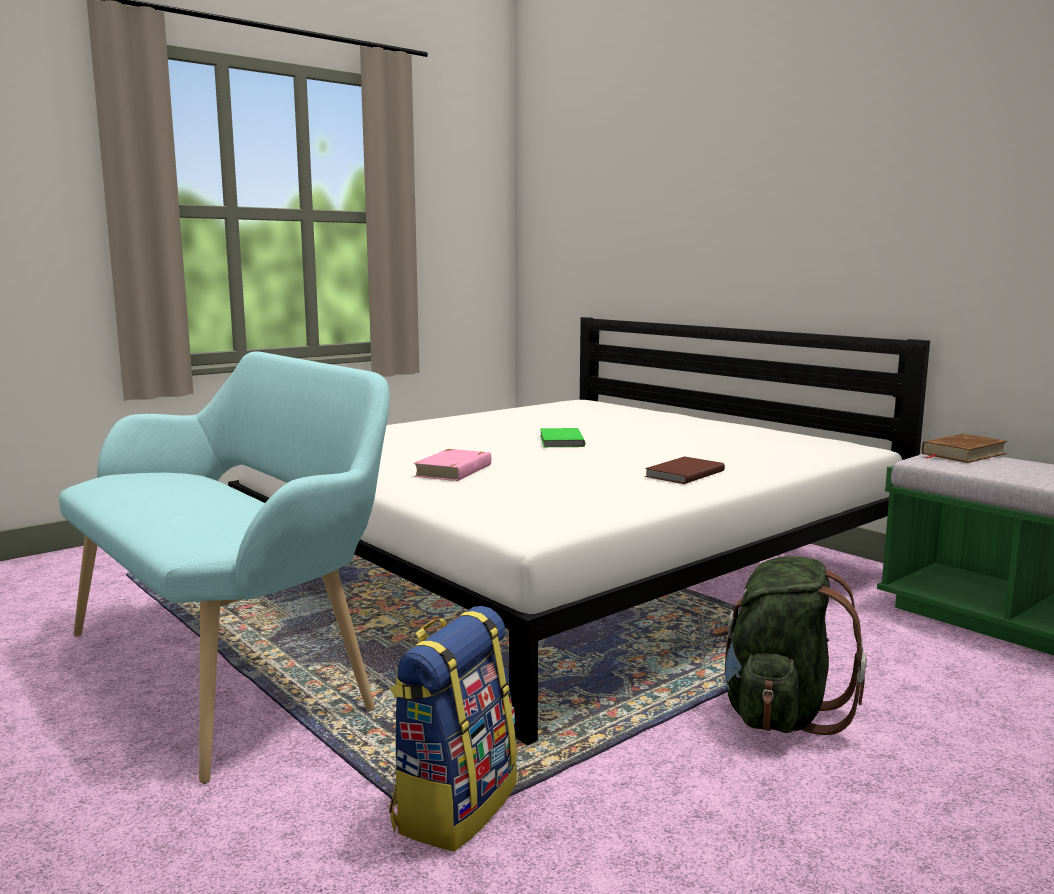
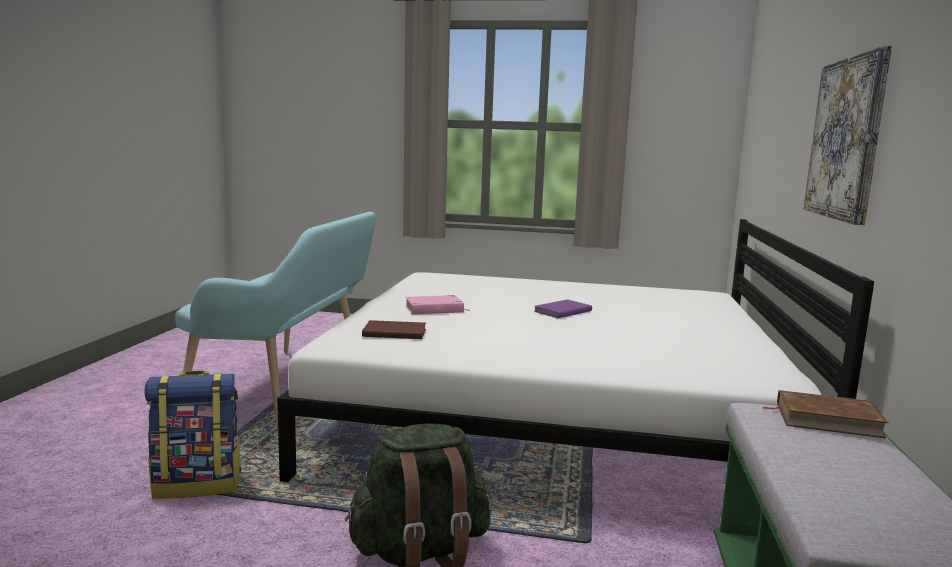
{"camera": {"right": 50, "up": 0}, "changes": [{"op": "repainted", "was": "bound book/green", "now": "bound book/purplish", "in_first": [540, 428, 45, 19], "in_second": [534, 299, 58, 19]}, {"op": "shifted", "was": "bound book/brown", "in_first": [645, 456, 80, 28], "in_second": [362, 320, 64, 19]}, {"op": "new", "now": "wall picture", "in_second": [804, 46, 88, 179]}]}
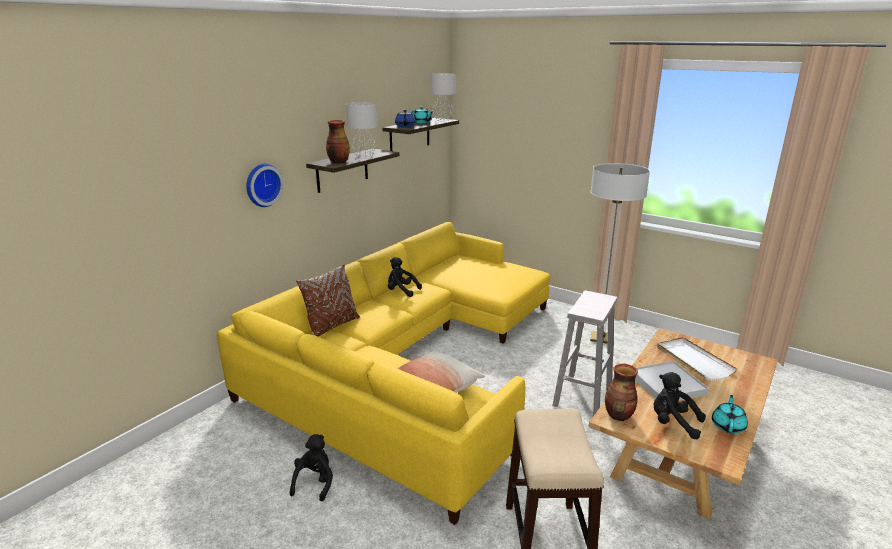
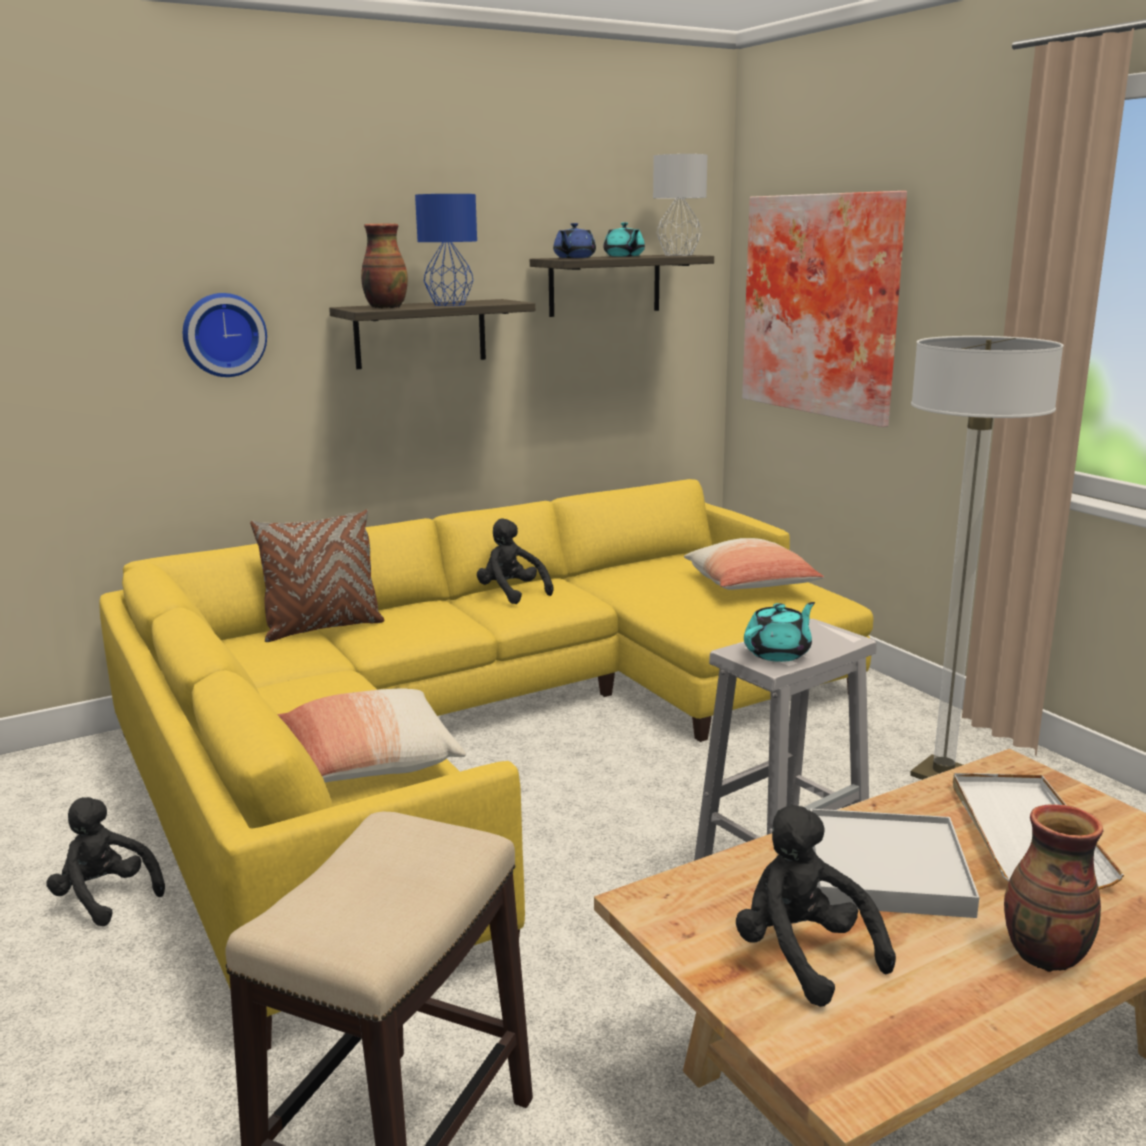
{"camera": {"right": 25, "up": -5}, "changes": [{"op": "rotated", "was": "plush toy/black", "in_first": [290, 434, 43, 68], "in_second": [46, 797, 119, 129], "clockwise": -90}, {"op": "repainted", "was": "table lamp/greyish", "now": "table lamp/bluish", "in_first": [346, 102, 32, 57], "in_second": [415, 194, 62, 112]}, {"op": "shifted", "was": "decorative vase", "in_first": [605, 364, 33, 57], "in_second": [1004, 805, 99, 167]}, {"op": "shifted", "was": "teapot/turquoise", "in_first": [712, 395, 36, 38], "in_second": [744, 602, 71, 60]}, {"op": "new", "now": "pillow", "in_second": [684, 538, 140, 52]}, {"op": "new", "now": "wall picture", "in_second": [742, 191, 165, 236]}]}
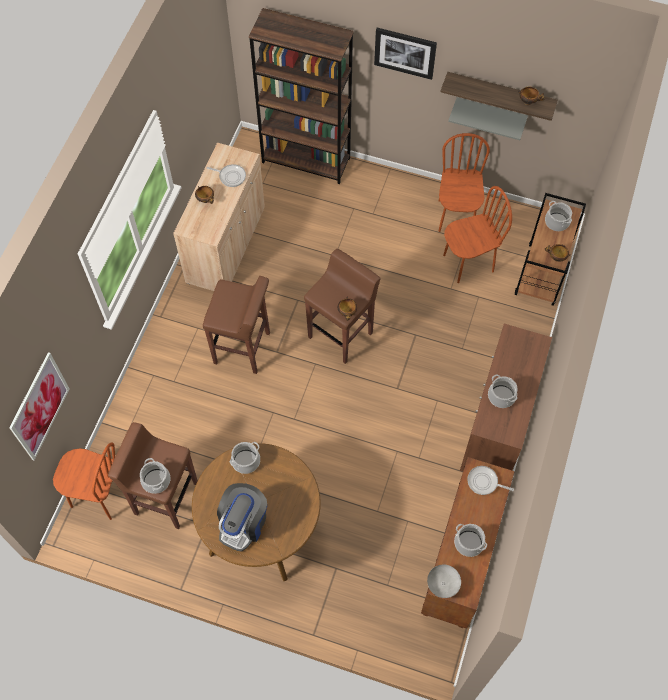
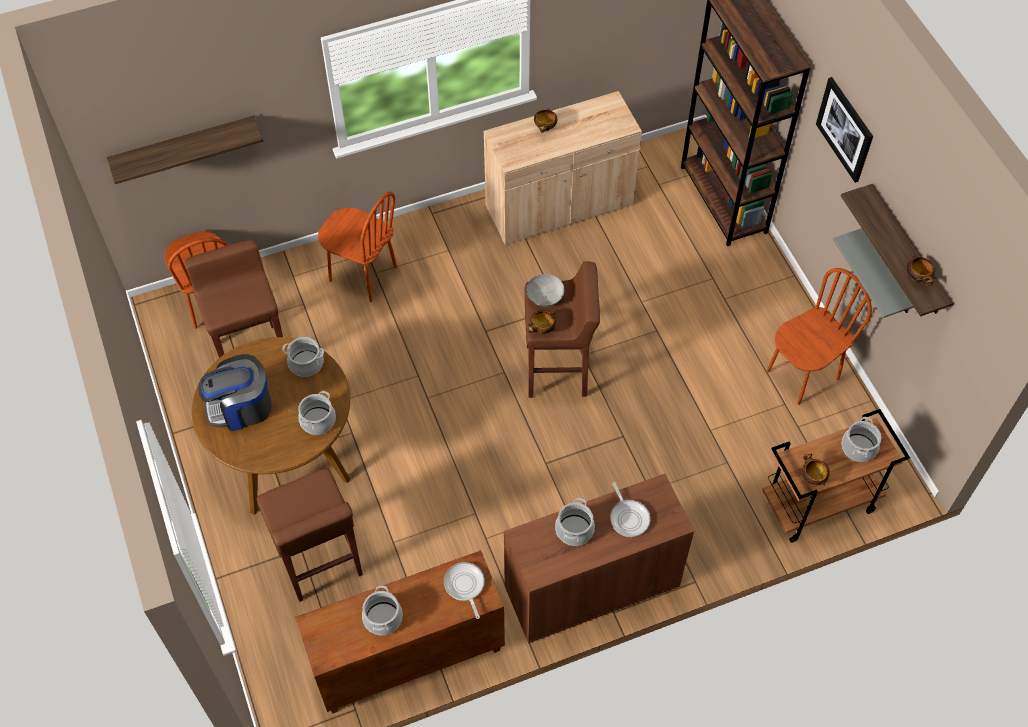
{"camera": {"right": 50, "up": -5}, "changes": [{"op": "swapped", "was": "wall picture", "now": "shelf", "in_first": [9, 352, 61, 108], "in_second": [107, 116, 156, 68]}, {"op": "shifted", "was": "stockpot", "in_first": [140, 458, 31, 36], "in_second": [298, 391, 38, 44]}, {"op": "shifted", "was": "sitting stool/brown", "in_first": [203, 276, 67, 98], "in_second": [256, 468, 107, 134]}, {"op": "shifted", "was": "skillet", "in_first": [206, 164, 40, 23], "in_second": [610, 482, 41, 55]}, {"op": "shifted", "was": "deep dish/greyish", "in_first": [427, 564, 34, 34], "in_second": [526, 274, 38, 32]}, {"op": "shifted", "was": "chair/brown", "in_first": [443, 186, 69, 97], "in_second": [318, 192, 79, 110]}]}
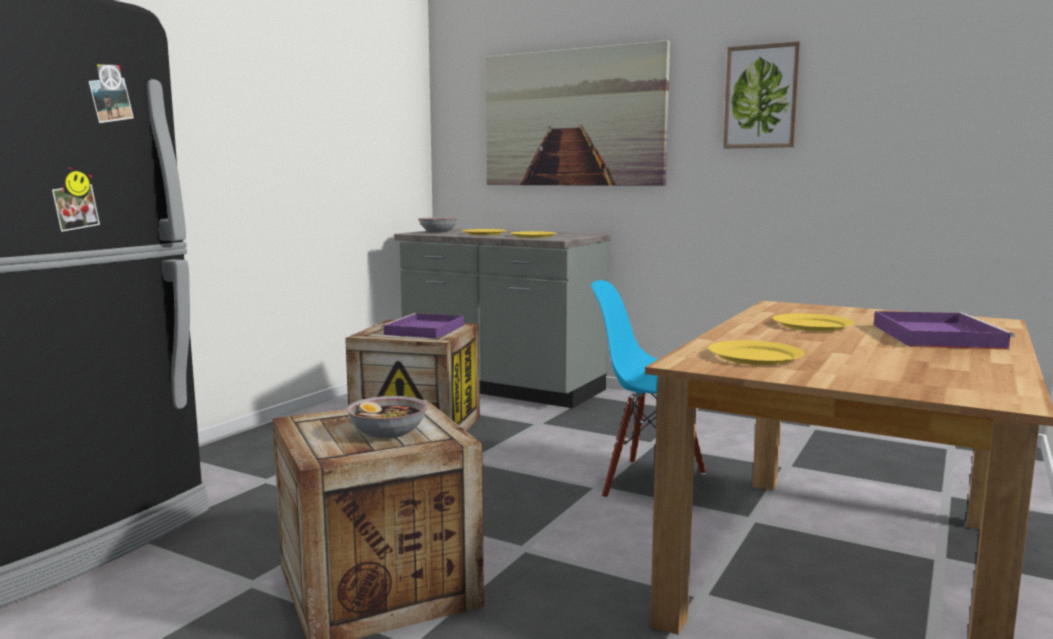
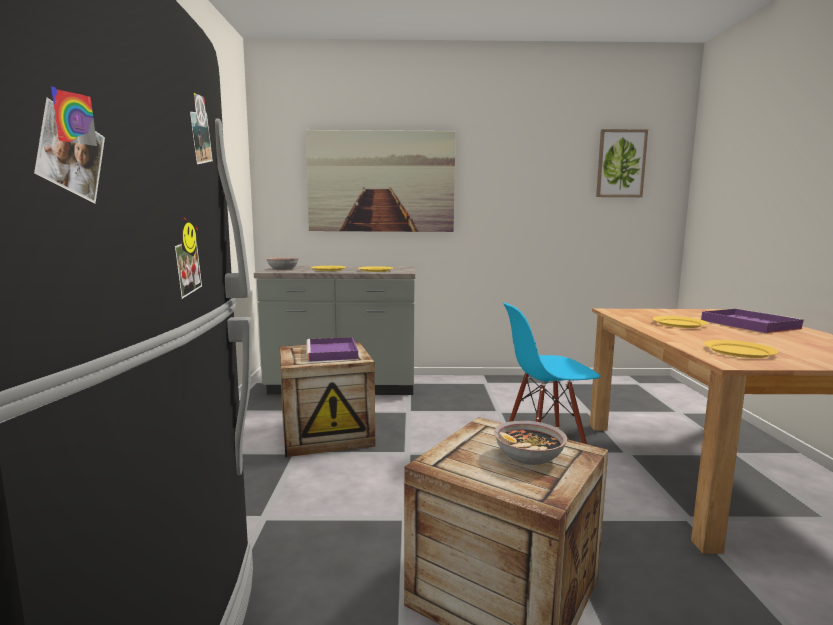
{"camera": {"right": -30, "up": 0}, "changes": [{"op": "shifted", "was": "wall picture", "in_first": [723, 41, 78, 107], "in_second": [596, 129, 52, 68]}]}
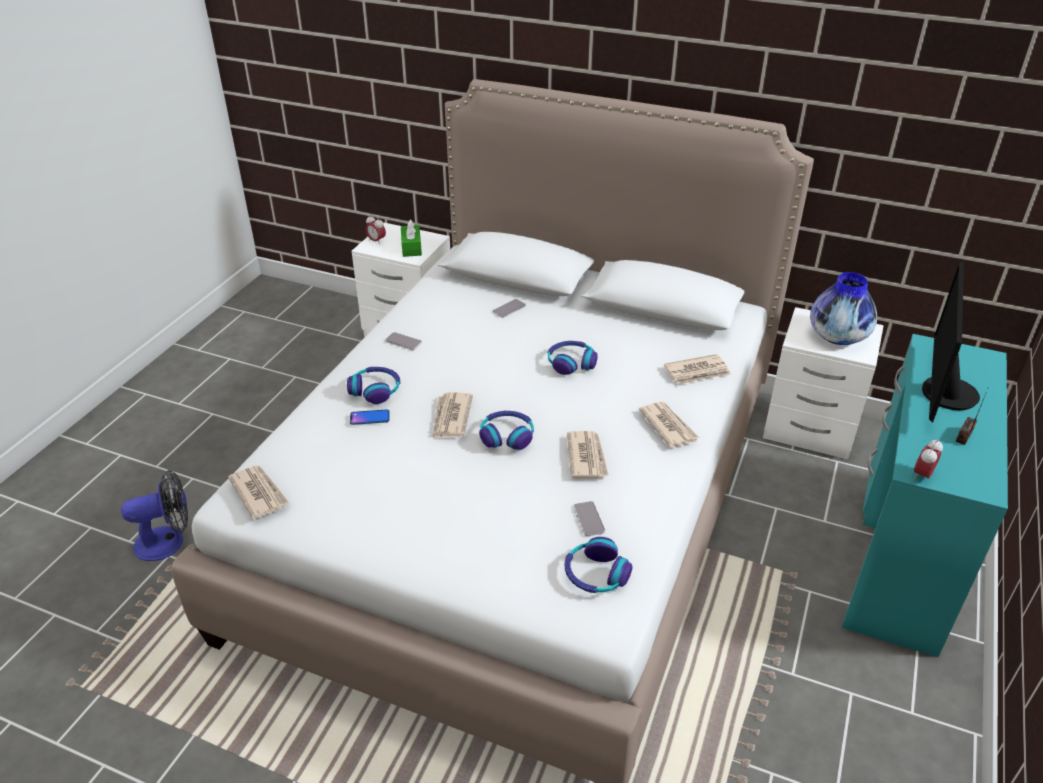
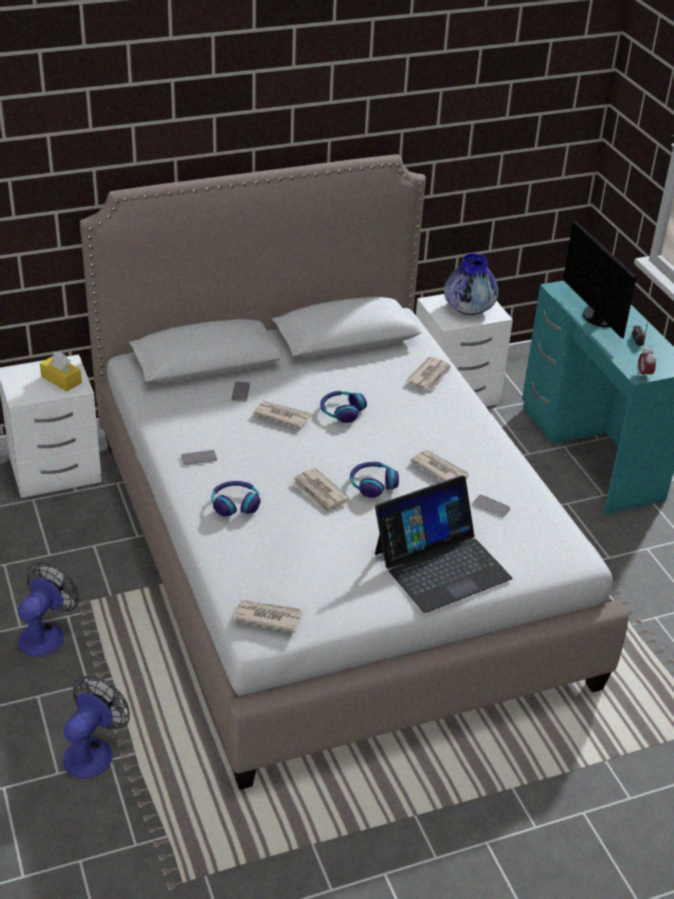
{"camera": {"right": -45, "up": 0}, "changes": [{"op": "gone", "was": "phone", "in_first": [350, 409, 40, 16]}, {"op": "gone", "was": "alarm clock", "in_first": [365, 215, 21, 30]}, {"op": "repainted", "was": "tissue box/green", "now": "tissue box/yellow", "in_first": [401, 220, 21, 37], "in_second": [40, 352, 42, 40]}, {"op": "gone", "was": "headphones", "in_first": [565, 537, 67, 56]}, {"op": "shifted", "was": "printed paper", "in_first": [639, 402, 60, 46], "in_second": [253, 401, 58, 28]}, {"op": "new", "now": "fan", "in_second": [18, 562, 61, 95]}, {"op": "new", "now": "portable computer", "in_second": [375, 475, 138, 138]}]}
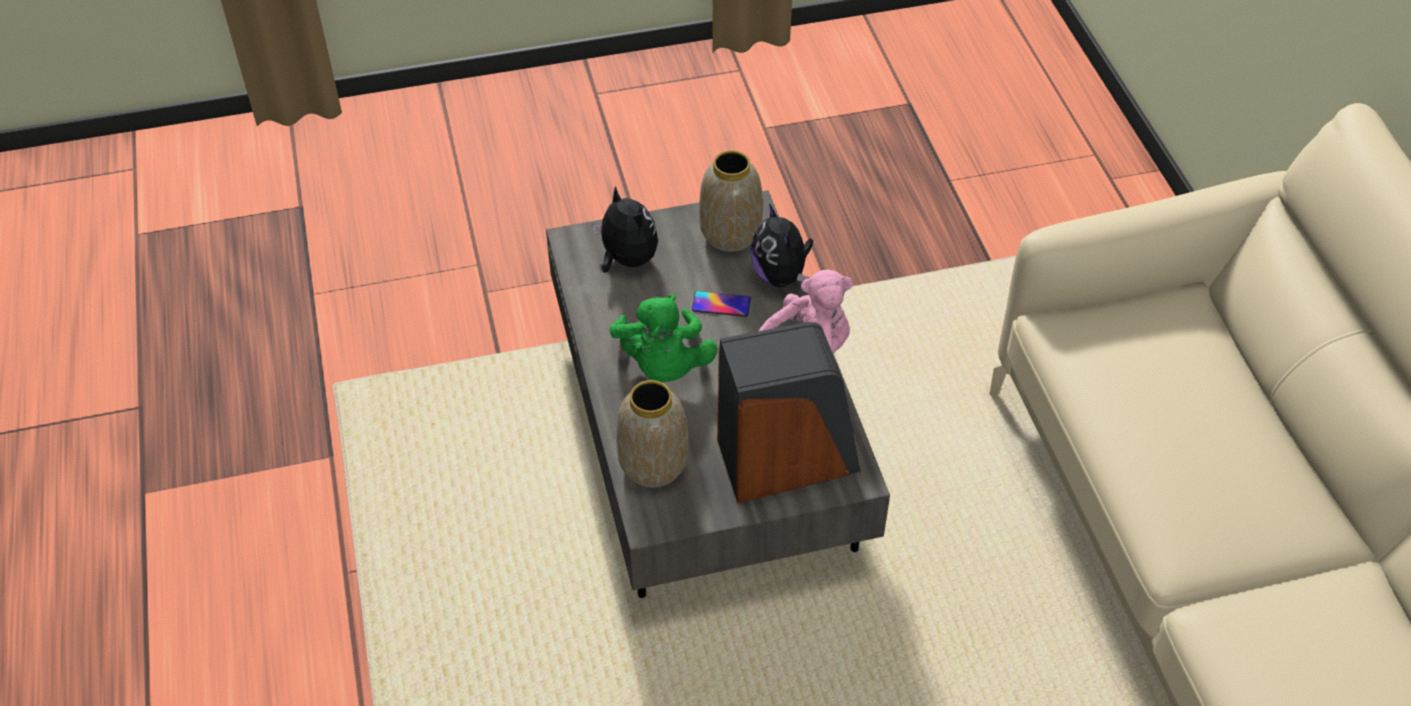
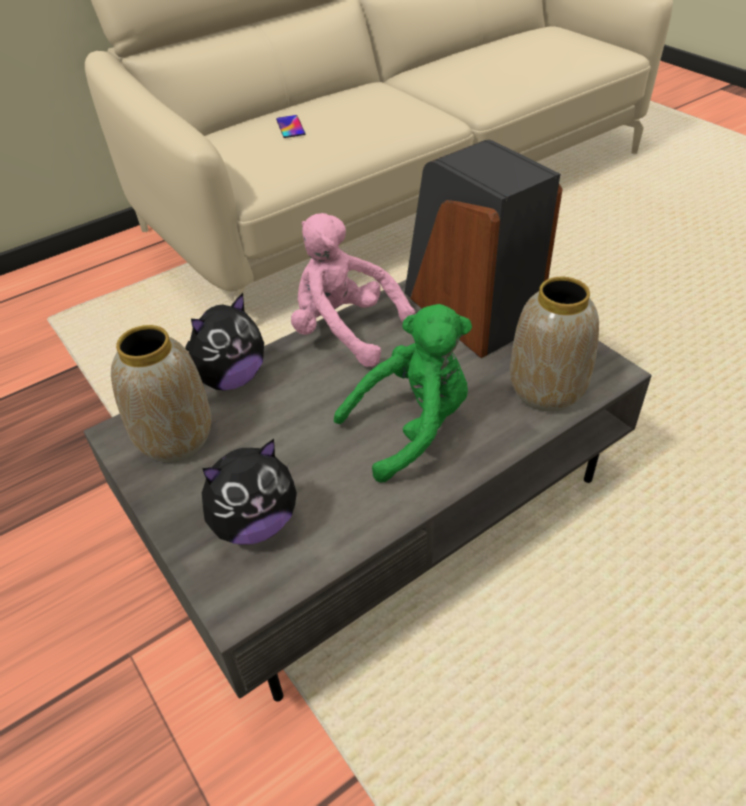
{"camera": {"right": -110, "up": -5}, "changes": [{"op": "rotated", "was": "plush toy", "in_first": [593, 186, 65, 87], "in_second": [202, 439, 95, 106], "clockwise": -150}, {"op": "shifted", "was": "phone", "in_first": [692, 291, 59, 26], "in_second": [276, 115, 30, 23]}]}
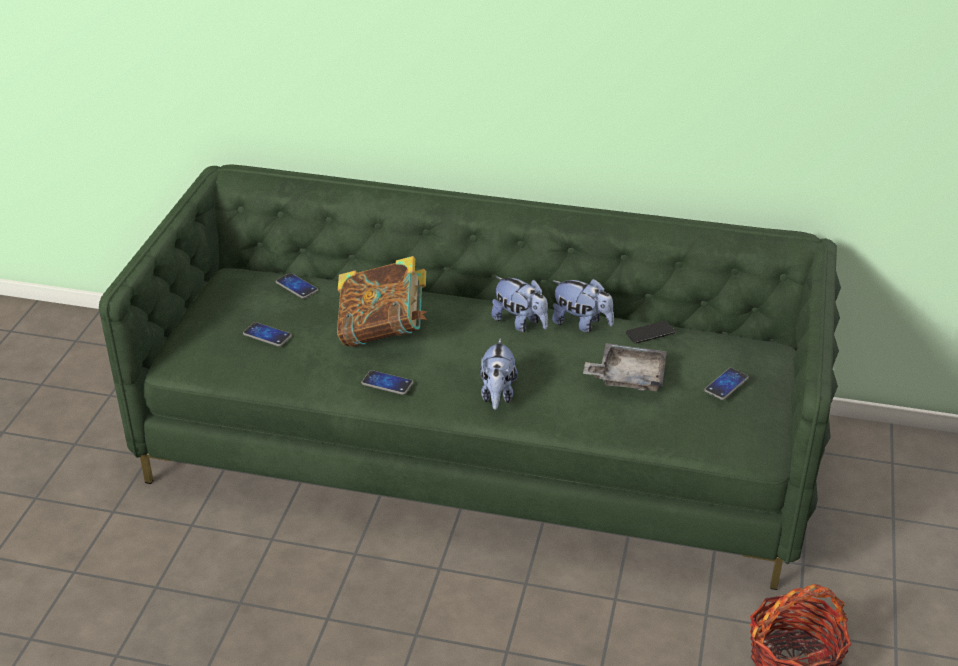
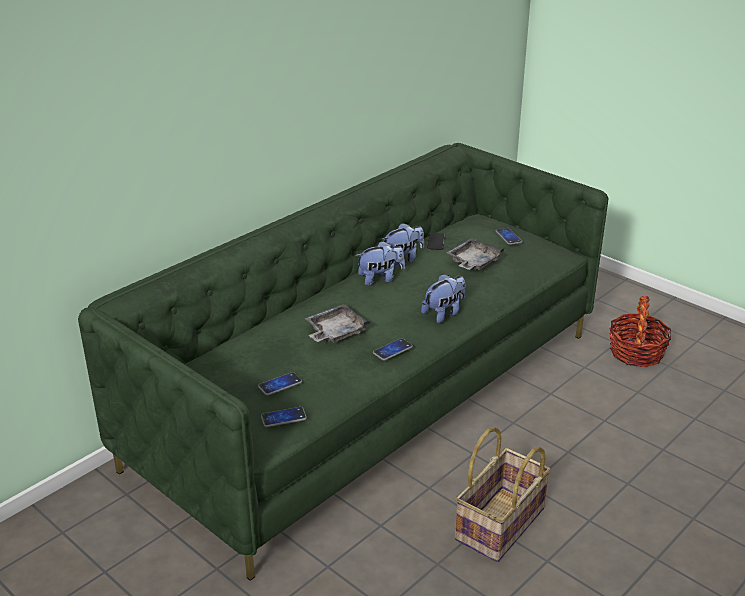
{"camera": {"right": -60, "up": -5}, "changes": [{"op": "shifted", "was": "phone", "in_first": [276, 273, 42, 26], "in_second": [261, 407, 46, 20]}, {"op": "swapped", "was": "bound book", "now": "tray/greyish", "in_first": [337, 256, 90, 91], "in_second": [305, 304, 66, 39]}, {"op": "rotated", "was": "plush toy", "in_first": [480, 338, 38, 72], "in_second": [421, 274, 44, 49], "clockwise": -75}, {"op": "new", "now": "household basket", "in_second": [455, 427, 96, 135]}]}
